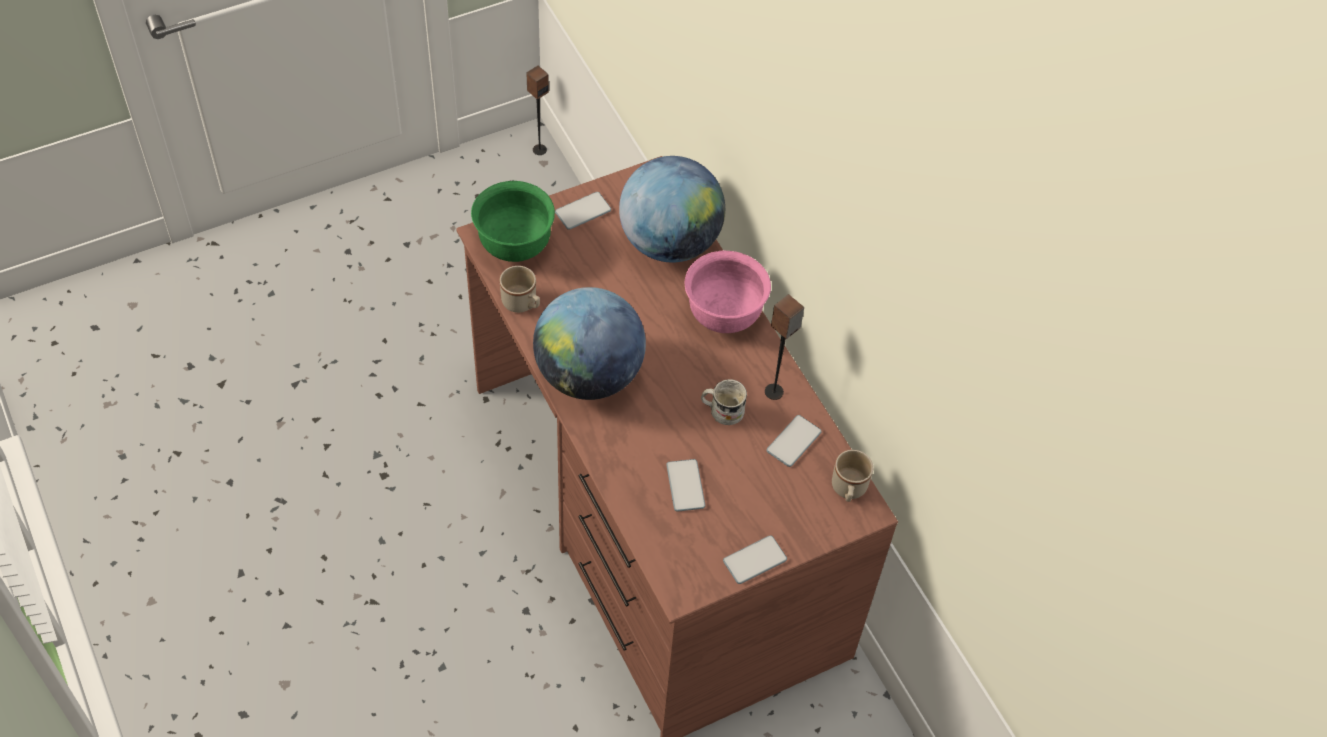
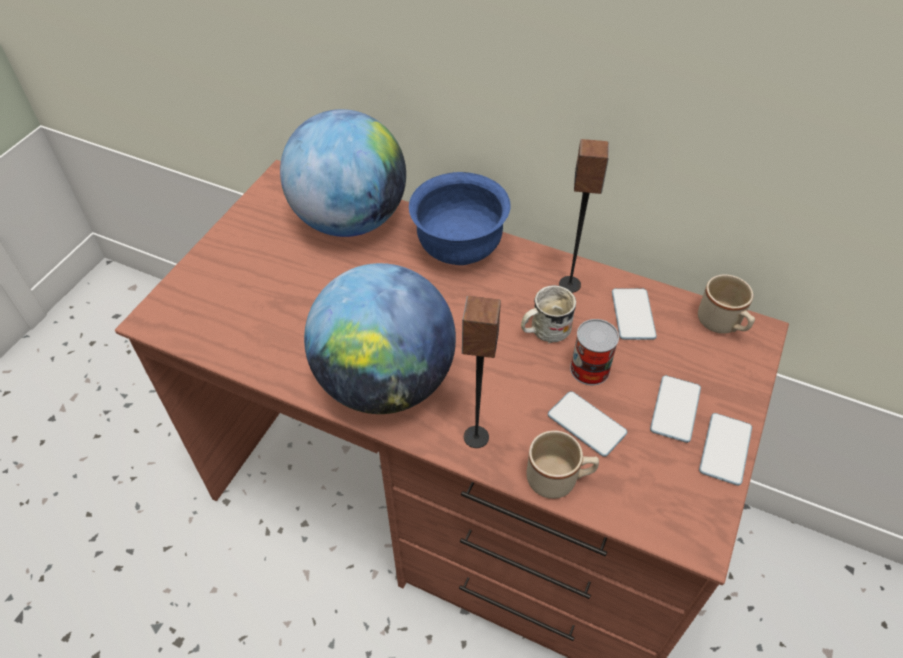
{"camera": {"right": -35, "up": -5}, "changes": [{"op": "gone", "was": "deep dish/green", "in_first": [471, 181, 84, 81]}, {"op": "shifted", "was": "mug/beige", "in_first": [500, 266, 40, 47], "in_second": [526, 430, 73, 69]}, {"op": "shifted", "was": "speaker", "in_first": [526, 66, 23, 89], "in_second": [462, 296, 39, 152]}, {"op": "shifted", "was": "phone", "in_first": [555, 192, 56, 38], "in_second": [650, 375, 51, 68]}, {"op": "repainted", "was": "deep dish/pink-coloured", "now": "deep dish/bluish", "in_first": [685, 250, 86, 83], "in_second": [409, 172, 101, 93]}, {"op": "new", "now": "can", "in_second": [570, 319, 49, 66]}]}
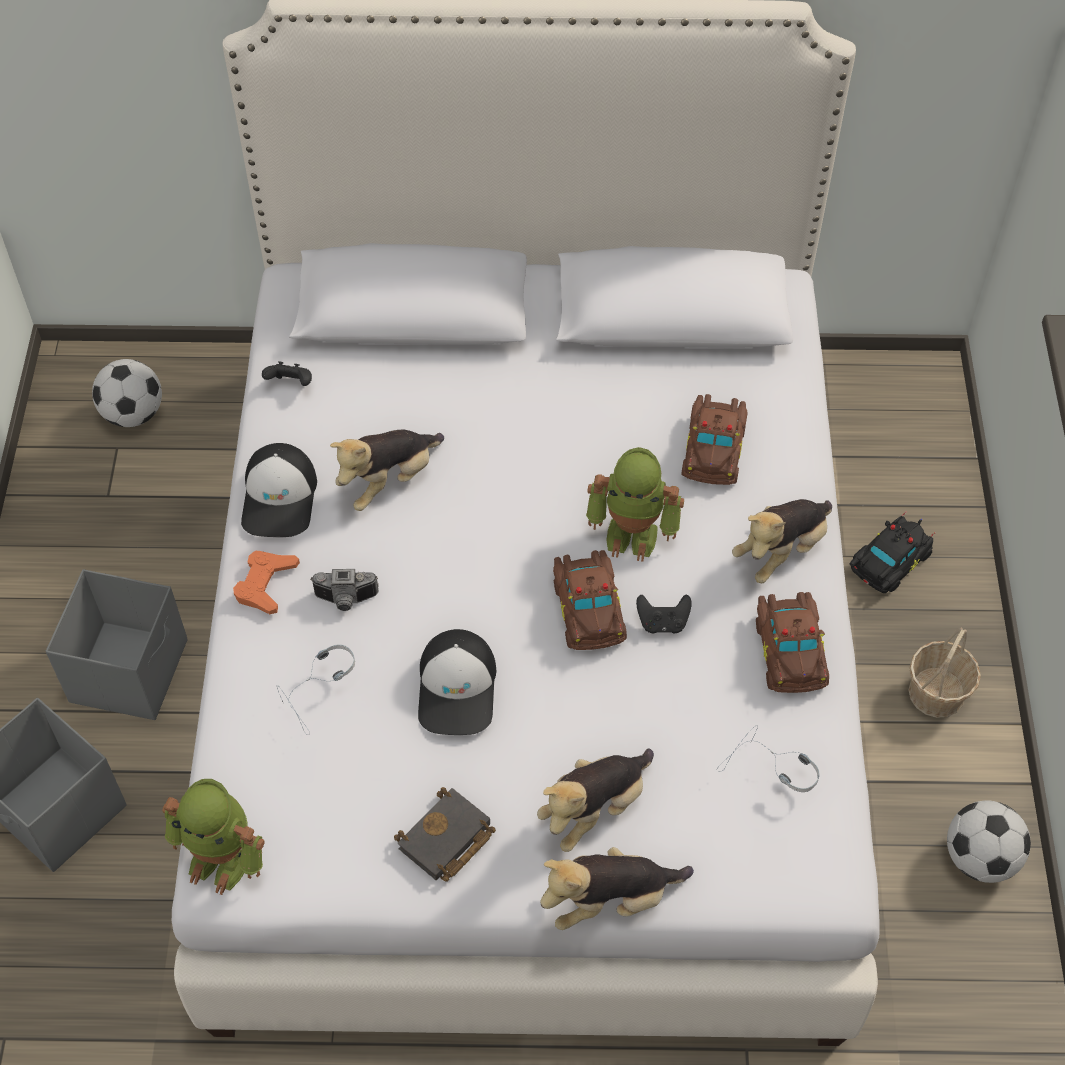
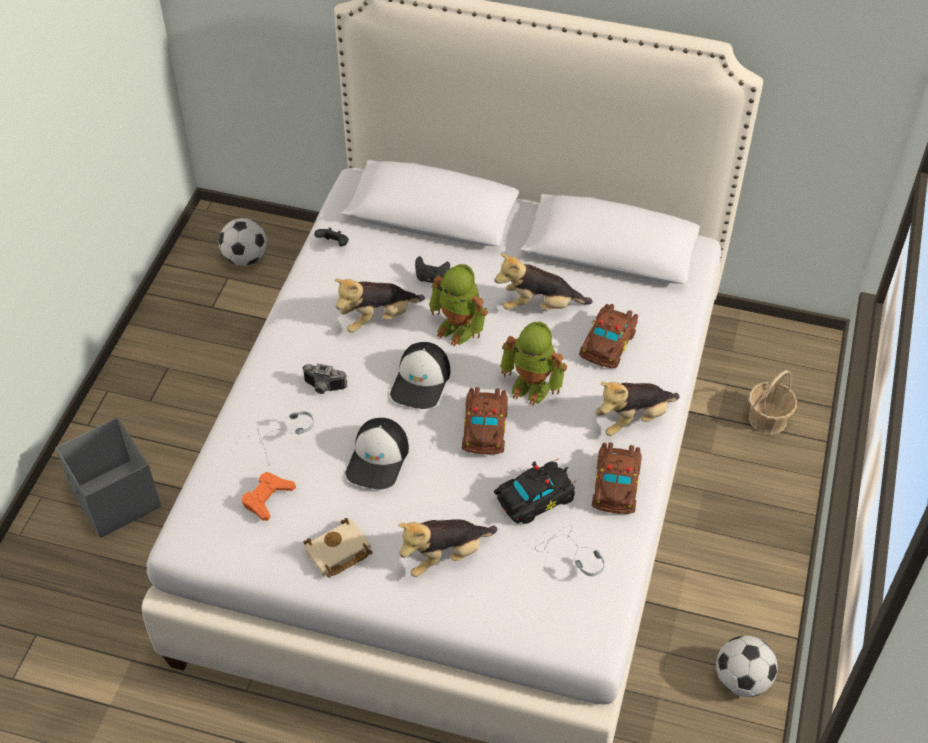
{"camera": {"right": 15, "up": -5}, "changes": [{"op": "gone", "was": "storage container/greyish", "in_first": [46, 569, 142, 151]}, {"op": "shifted", "was": "model robot", "in_first": [162, 779, 103, 116], "in_second": [429, 264, 59, 82]}, {"op": "shifted", "was": "joypad/orange-coloured", "in_first": [233, 551, 67, 63], "in_second": [242, 472, 54, 49]}, {"op": "shifted", "was": "baseball cap", "in_first": [241, 443, 76, 94], "in_second": [390, 342, 60, 67]}, {"op": "repainted", "was": "bound book/black", "now": "bound book/beige", "in_first": [394, 787, 102, 95], "in_second": [303, 518, 69, 60]}, {"op": "shifted", "was": "plush toy", "in_first": [540, 847, 154, 83], "in_second": [495, 253, 98, 57]}, {"op": "shifted", "was": "joypad/black", "in_first": [636, 594, 56, 40], "in_second": [415, 256, 35, 27]}, {"op": "shifted", "was": "miniature car/black", "in_first": [849, 511, 87, 82], "in_second": [494, 458, 82, 66]}, {"op": "shifted", "was": "household basket", "in_first": [908, 627, 73, 91], "in_second": [749, 370, 48, 65]}]}
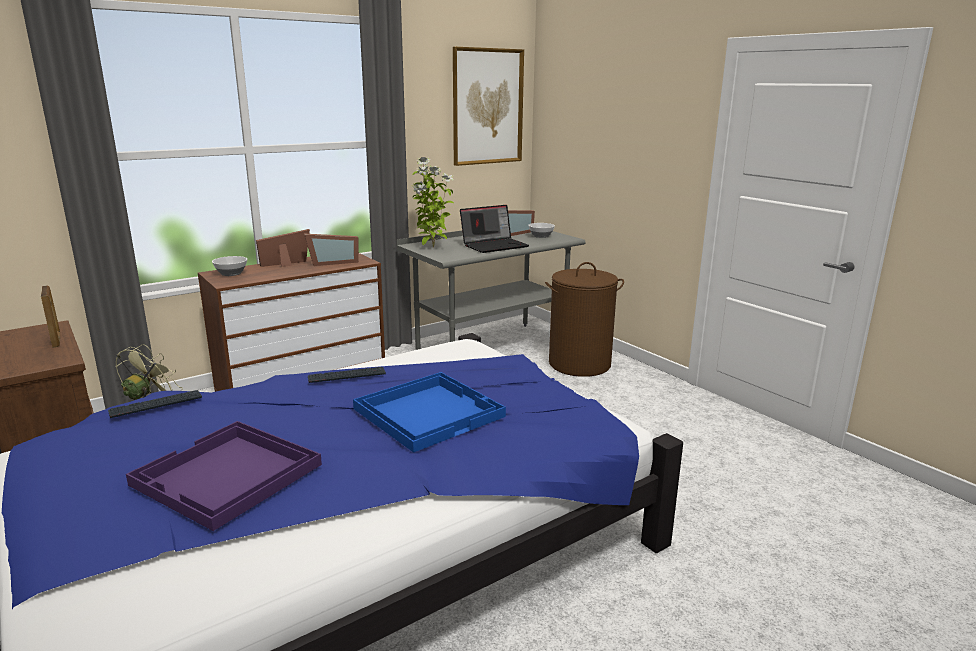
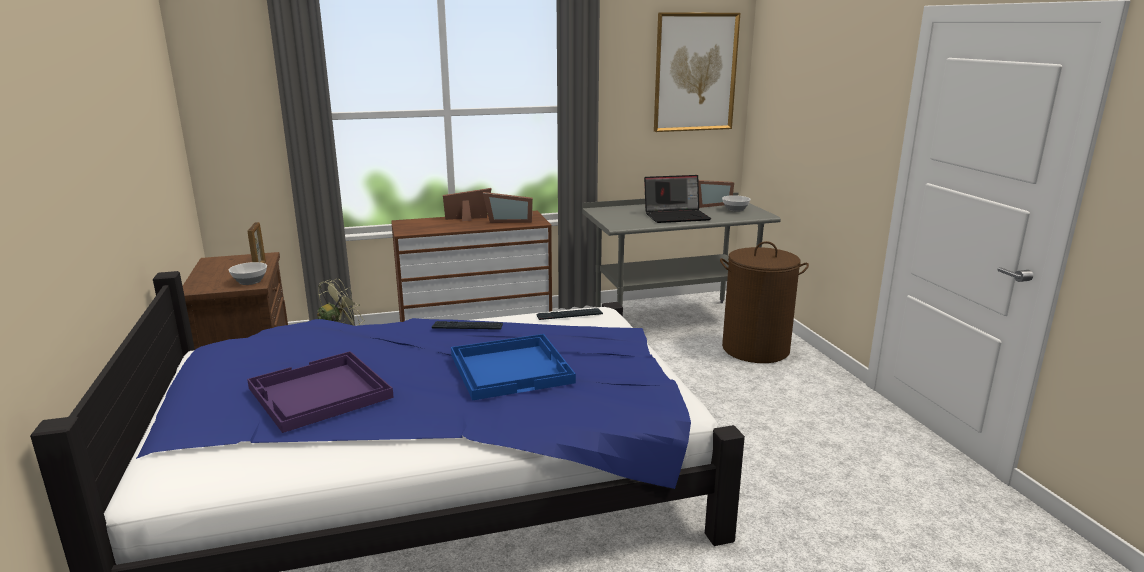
{"camera": {"right": 20, "up": 0}, "changes": [{"op": "shifted", "was": "computer keyboard", "in_first": [108, 390, 94, 28], "in_second": [536, 308, 67, 12]}, {"op": "shifted", "was": "deep dish", "in_first": [212, 256, 35, 20], "in_second": [229, 262, 38, 23]}, {"op": "gone", "was": "houseplant", "in_first": [412, 157, 43, 91]}]}
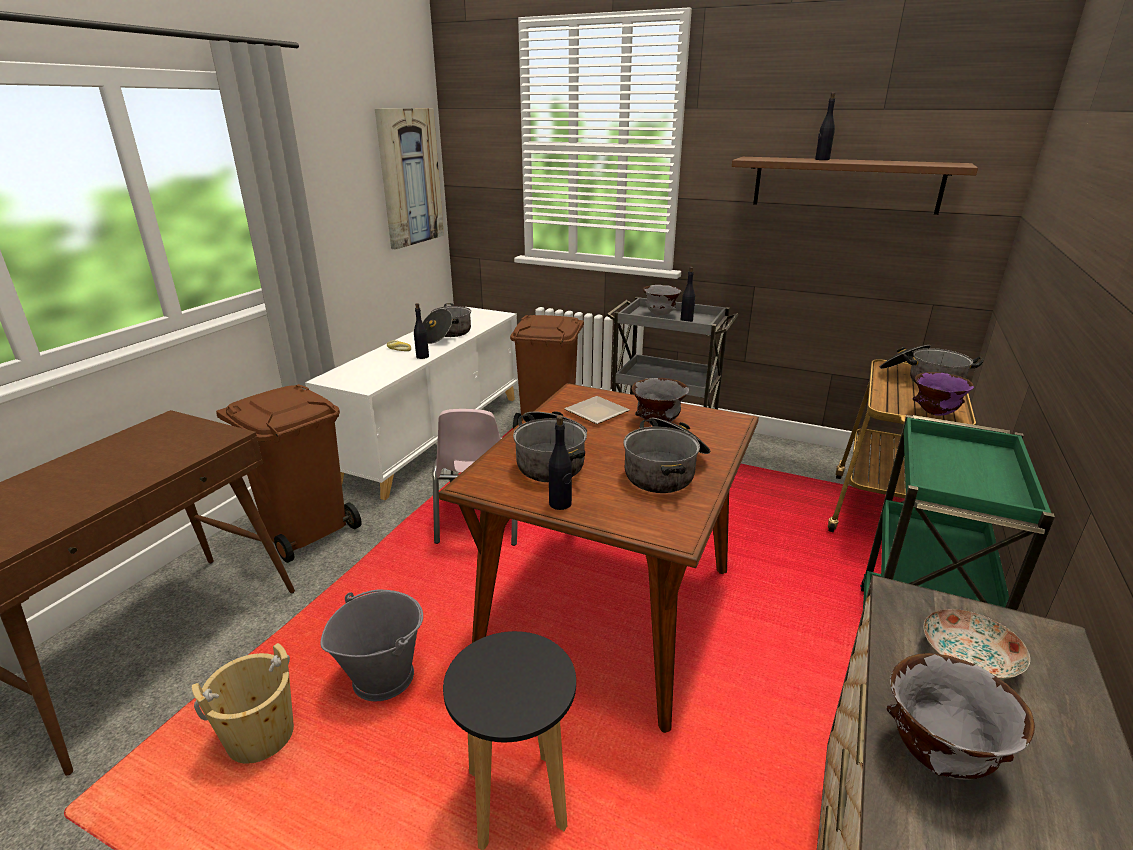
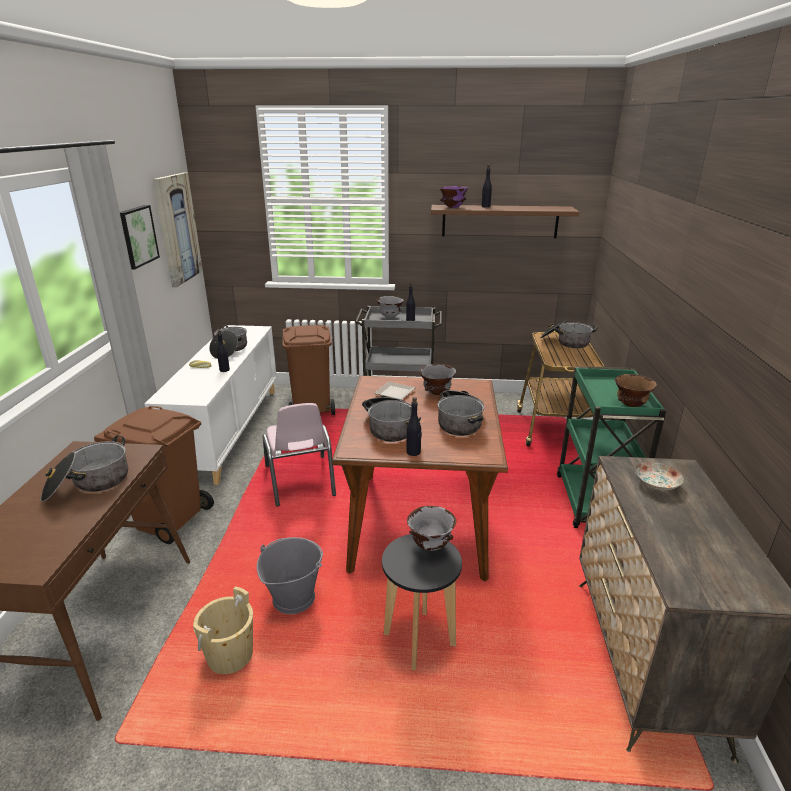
{"camera": {"right": -20, "up": 0}, "changes": [{"op": "shifted", "was": "deep dish/greyish", "in_first": [886, 653, 149, 127], "in_second": [407, 506, 49, 45]}, {"op": "shifted", "was": "deep dish/purplish", "in_first": [912, 372, 62, 44], "in_second": [440, 186, 28, 22]}, {"op": "new", "now": "stockpot", "in_second": [41, 436, 87, 66]}, {"op": "new", "now": "wall picture", "in_second": [120, 205, 40, 64]}, {"op": "new", "now": "deep dish/brown", "in_second": [615, 374, 42, 33]}]}
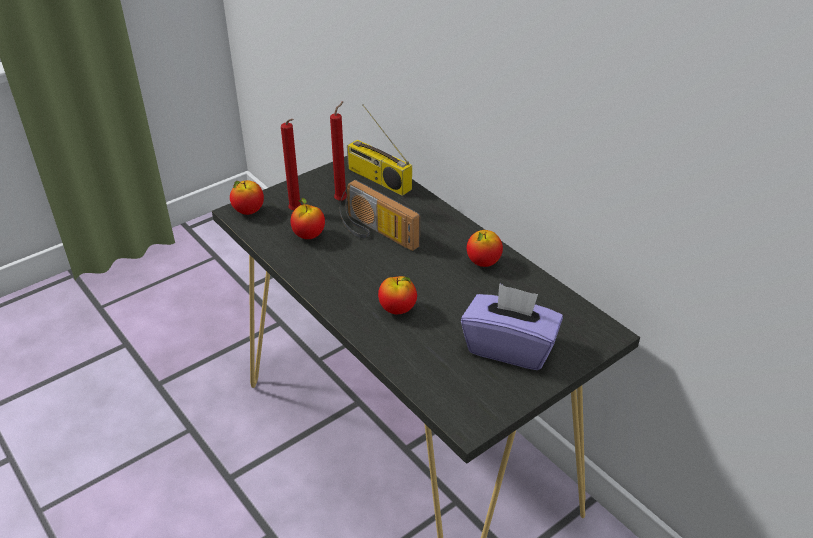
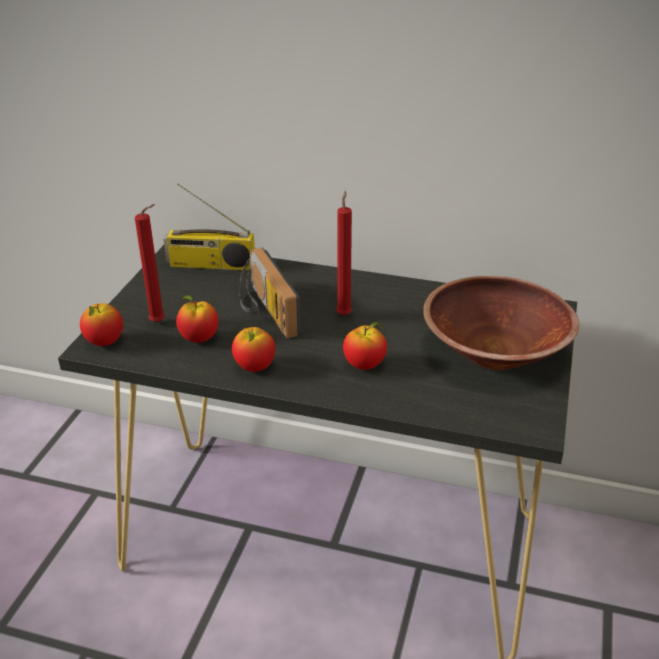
{"camera": {"right": -35, "up": -5}, "changes": [{"op": "shifted", "was": "candle/red-coloured", "in_first": [330, 101, 17, 100], "in_second": [336, 191, 16, 125]}, {"op": "rotated", "was": "radio", "in_first": [340, 180, 80, 71], "in_second": [239, 248, 62, 90], "clockwise": 60}, {"op": "swapped", "was": "tissue box/purplish", "now": "deep dish/brown", "in_first": [461, 283, 102, 87], "in_second": [423, 276, 156, 94]}, {"op": "shifted", "was": "apple", "in_first": [467, 230, 36, 37], "in_second": [232, 327, 44, 45]}]}
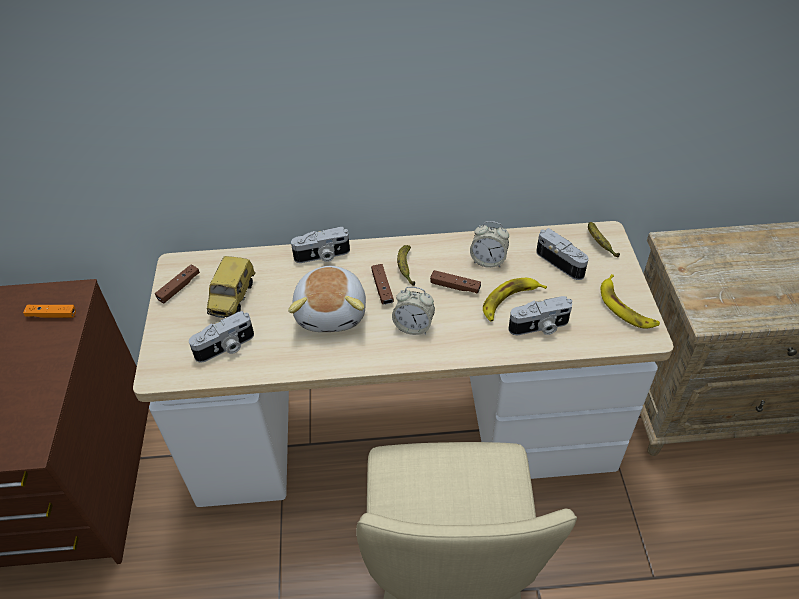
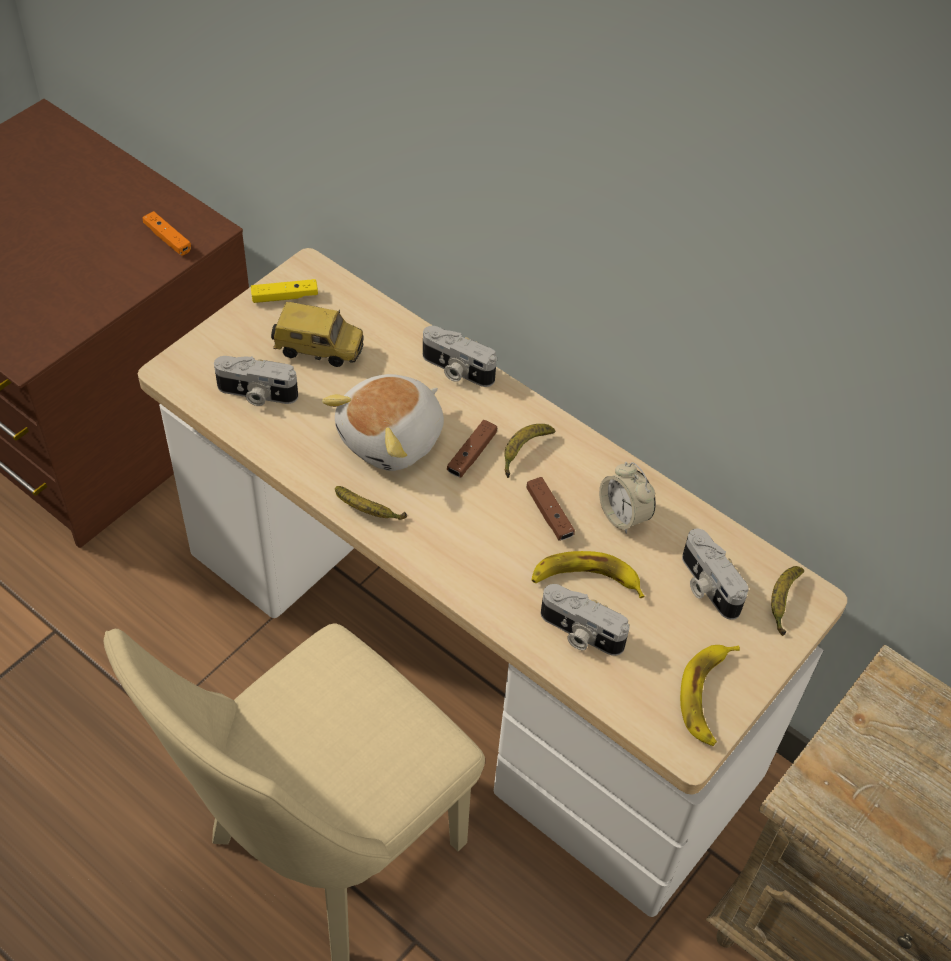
{"camera": {"right": 40, "up": 5}, "changes": [{"op": "repainted", "was": "joypad/brown", "now": "joypad/yellow", "in_first": [155, 265, 45, 38], "in_second": [251, 279, 67, 24]}, {"op": "rotated", "was": "miniature car", "in_first": [207, 256, 49, 62], "in_second": [271, 302, 93, 65], "clockwise": -135}, {"op": "gone", "was": "alarm clock", "in_first": [392, 287, 43, 48]}, {"op": "rotated", "was": "photo camera", "in_first": [536, 228, 53, 52], "in_second": [682, 529, 67, 91], "clockwise": 150}, {"op": "new", "now": "banana", "in_second": [335, 486, 72, 34]}]}
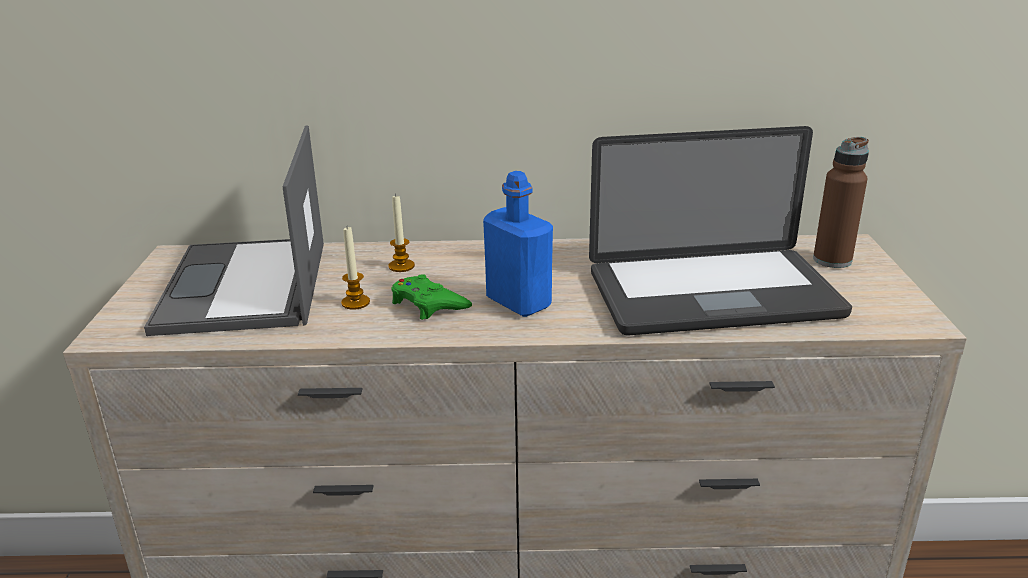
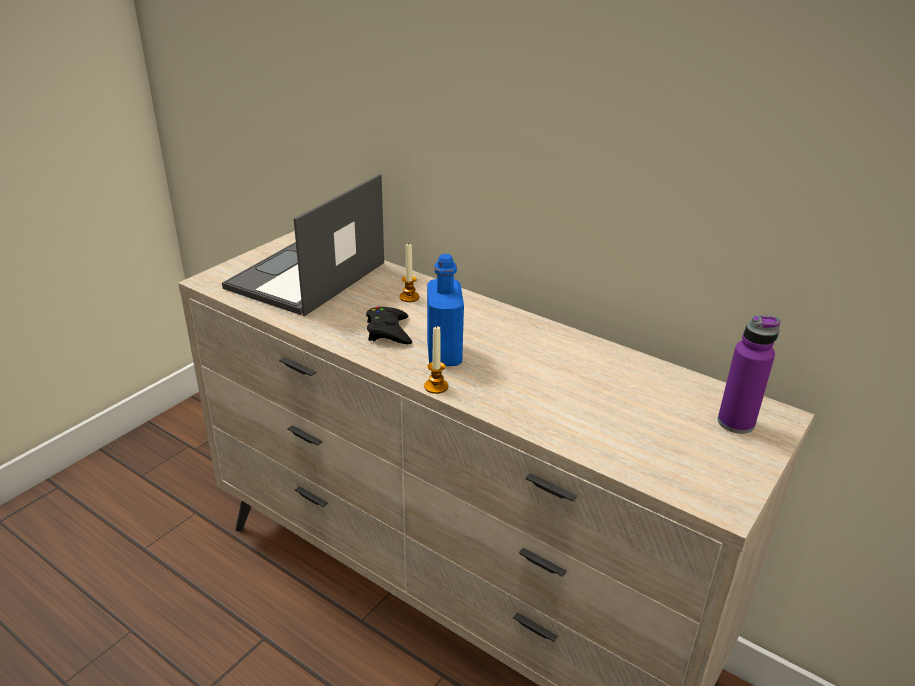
{"camera": {"right": 35, "up": 5}, "changes": [{"op": "shifted", "was": "candle", "in_first": [341, 227, 29, 83], "in_second": [424, 325, 24, 69]}, {"op": "repainted", "was": "joypad/green", "now": "joypad/black", "in_first": [391, 274, 81, 46], "in_second": [366, 306, 46, 38]}, {"op": "gone", "was": "portable computer", "in_first": [589, 126, 263, 209]}, {"op": "repainted", "was": "drink bottle/brown", "now": "drink bottle/purplish", "in_first": [813, 137, 56, 131], "in_second": [718, 315, 62, 119]}]}
